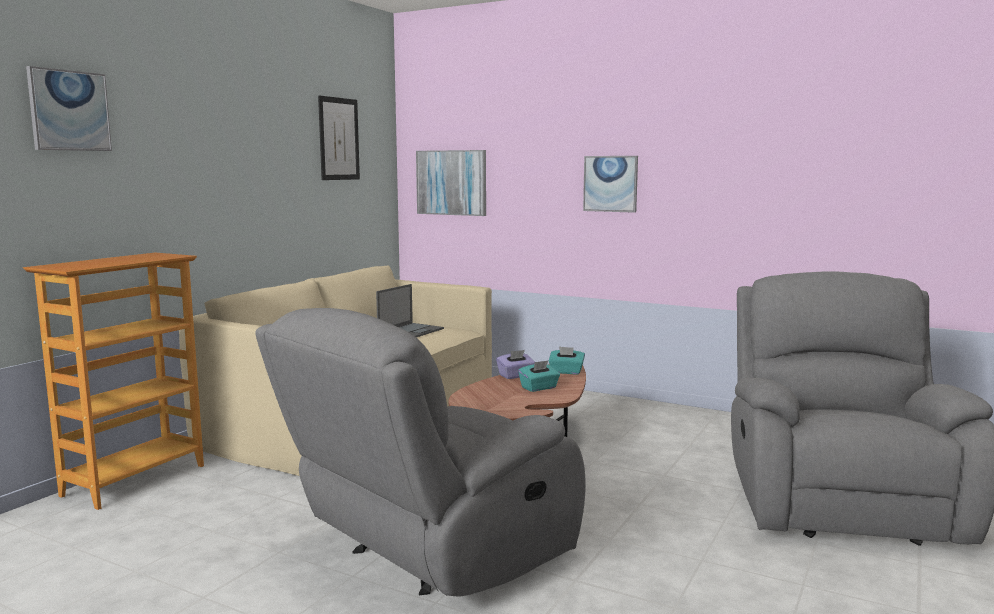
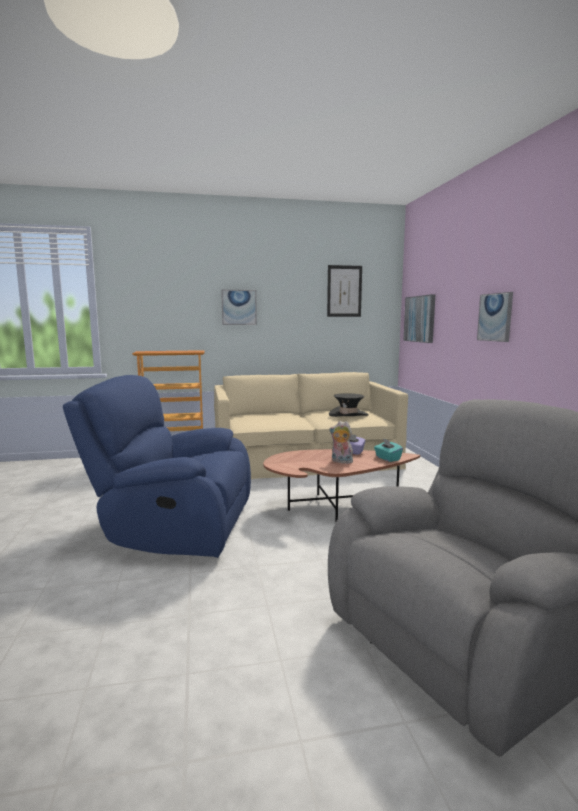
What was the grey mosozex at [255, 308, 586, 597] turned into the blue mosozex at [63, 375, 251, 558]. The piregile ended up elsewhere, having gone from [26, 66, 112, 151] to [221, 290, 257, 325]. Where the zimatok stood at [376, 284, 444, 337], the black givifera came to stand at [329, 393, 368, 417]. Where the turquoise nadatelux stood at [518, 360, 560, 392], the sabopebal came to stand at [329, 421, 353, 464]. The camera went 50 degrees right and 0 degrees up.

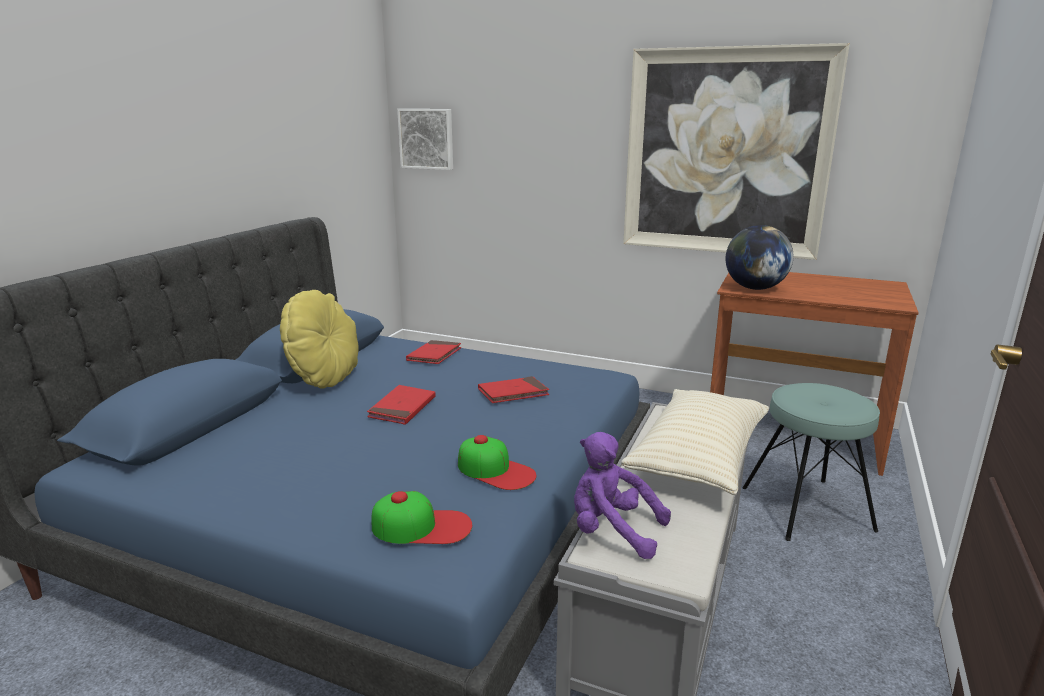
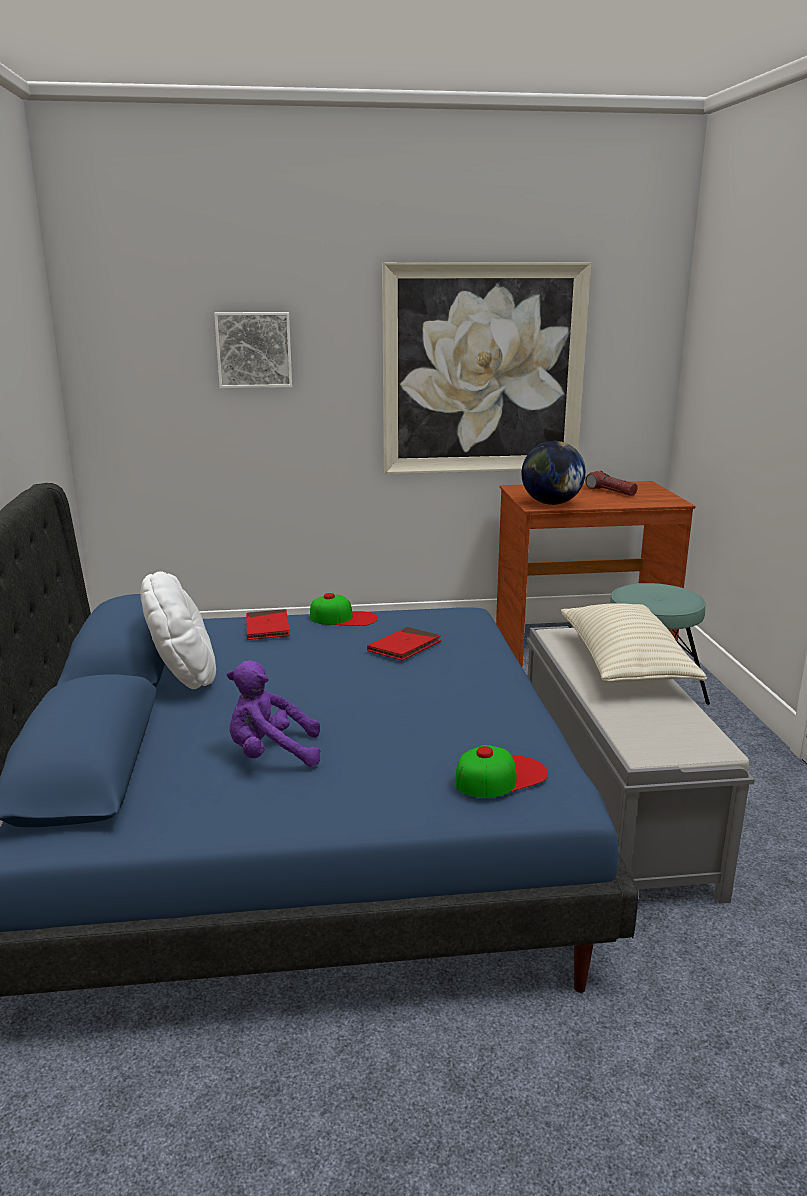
What was the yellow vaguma at [280, 290, 359, 389] turned into the white vaguma at [140, 571, 216, 689]. The piregile ended up elsewhere, having gone from [397, 109, 453, 170] to [214, 312, 292, 388]. The purple sabopebal ended up elsewhere, having gone from [574, 432, 671, 559] to [227, 661, 320, 767]. The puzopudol ended up elsewhere, having gone from [458, 435, 536, 490] to [310, 593, 378, 626]. The second view gained the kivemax at [585, 471, 638, 496]. The second view lost the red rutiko at [367, 385, 436, 424]. The camera went 30 degrees left and 0 degrees up.

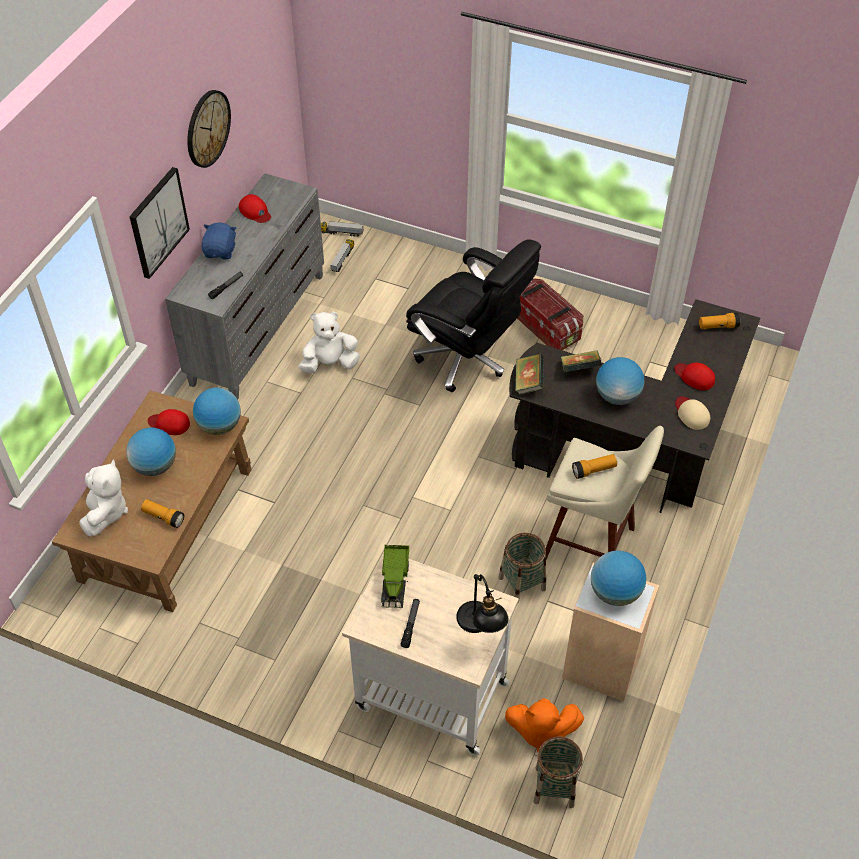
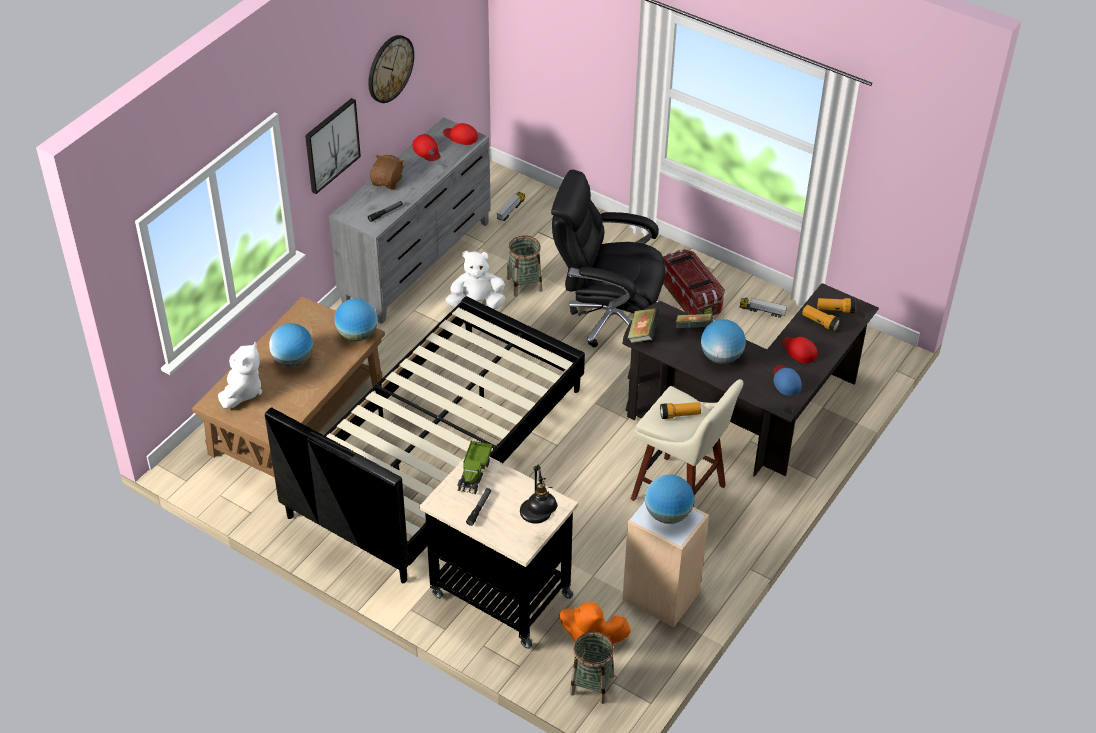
The second view gained the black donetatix at [265, 296, 585, 583]. What was the blue sabopebal at [201, 223, 236, 260] turned into the brown sabopebal at [370, 155, 404, 189]. What was the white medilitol at [342, 556, 519, 756] turned into the black medilitol at [419, 457, 578, 649]. The red puzopudol ended up elsewhere, having gone from [148, 409, 190, 435] to [443, 123, 478, 145]. The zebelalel ended up elsewhere, having gone from [499, 533, 546, 603] to [507, 235, 542, 297]. The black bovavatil at [406, 239, 541, 392] ended up facing another way, 150 degrees clockwise from before. The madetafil ended up elsewhere, having gone from [321, 221, 363, 237] to [739, 298, 787, 318]. What was the beige puzopudol at [675, 396, 710, 430] turned into the blue puzopudol at [773, 365, 802, 396]. The kivemax ended up elsewhere, having gone from [141, 499, 184, 528] to [802, 305, 841, 332]. The camera went 10 degrees right and 5 degrees down.

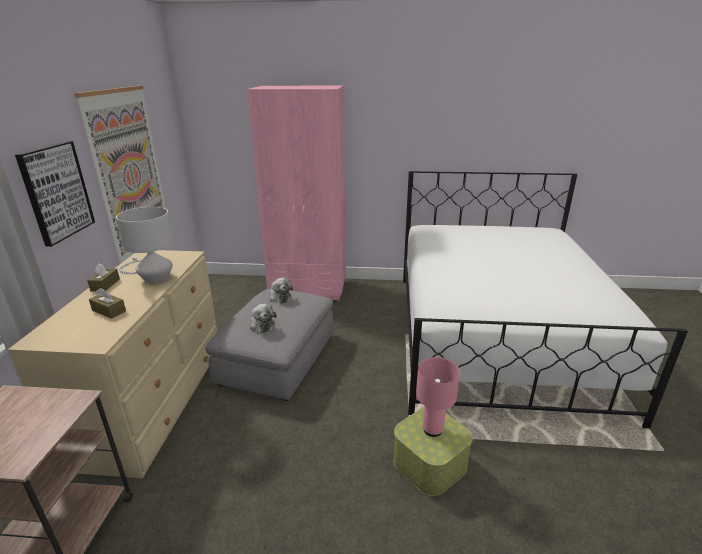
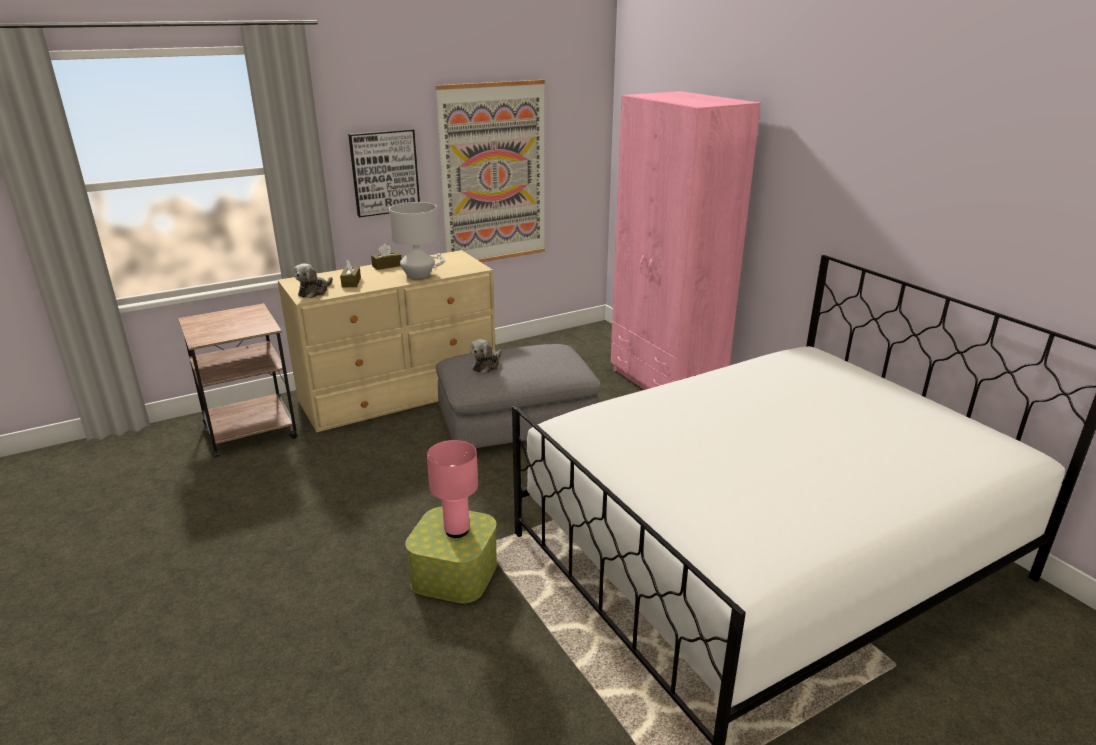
The sabopebal ended up elsewhere, having gone from [270, 278, 293, 303] to [294, 263, 333, 298]. The camera went 55 degrees right and 0 degrees up.

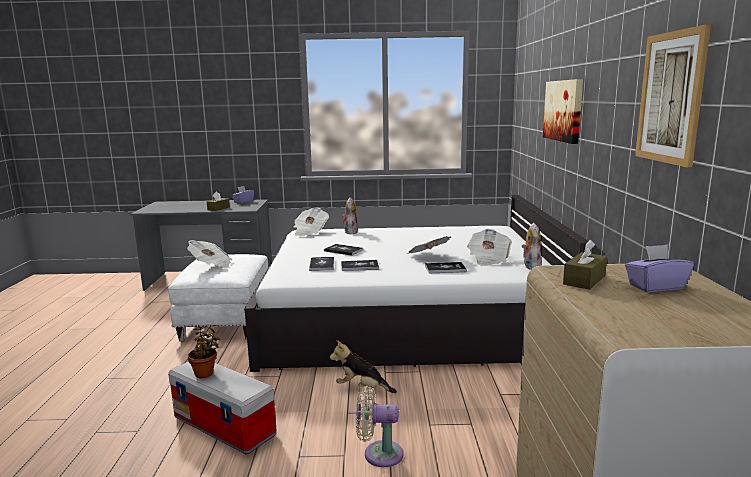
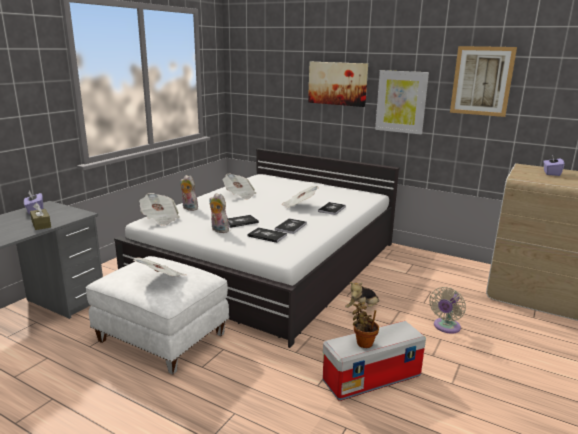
The sabopebal ended up elsewhere, having gone from [522, 223, 542, 269] to [209, 193, 229, 233]. The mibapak ended up elsewhere, having gone from [467, 229, 512, 266] to [223, 174, 256, 200]. The second view gained the piregile at [375, 70, 429, 134]. The second view lost the brown nadatelux at [563, 240, 607, 290]. The camera went 60 degrees left and 5 degrees up.

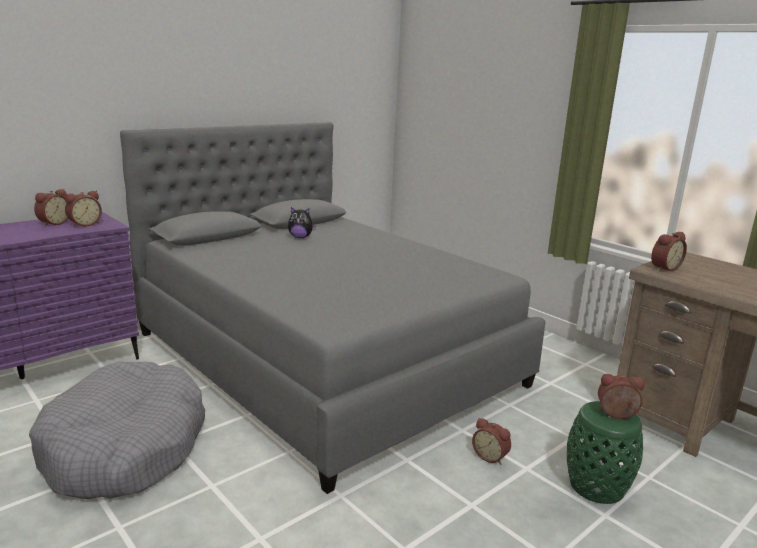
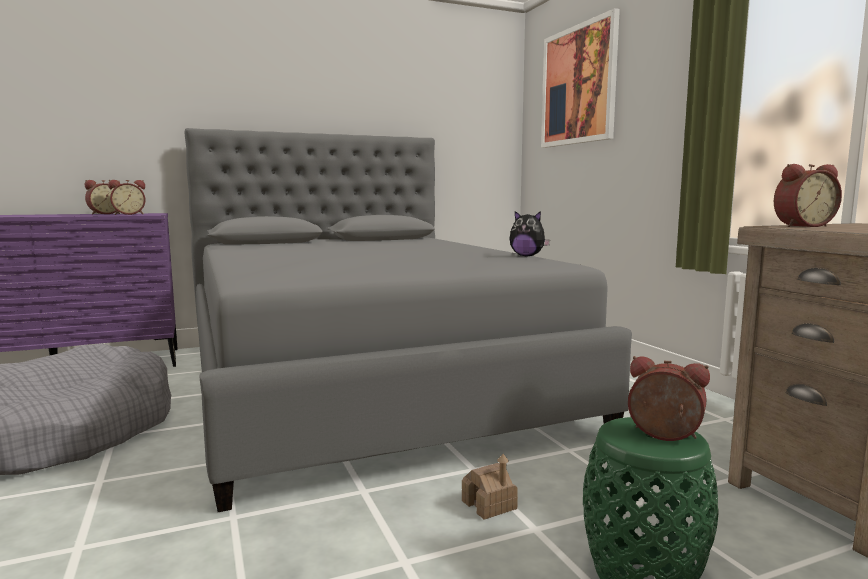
Where the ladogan stood at [472, 418, 511, 465], the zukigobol came to stand at [462, 454, 518, 520]. The sabopebal ended up elsewhere, having gone from [288, 207, 316, 238] to [509, 211, 550, 257]. The second view gained the piregile at [541, 8, 620, 148]. The camera went 20 degrees right and 10 degrees down.

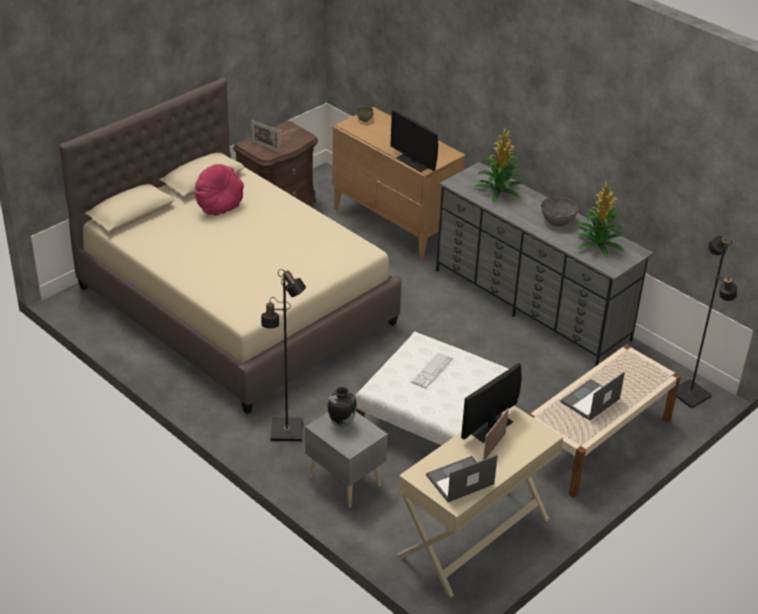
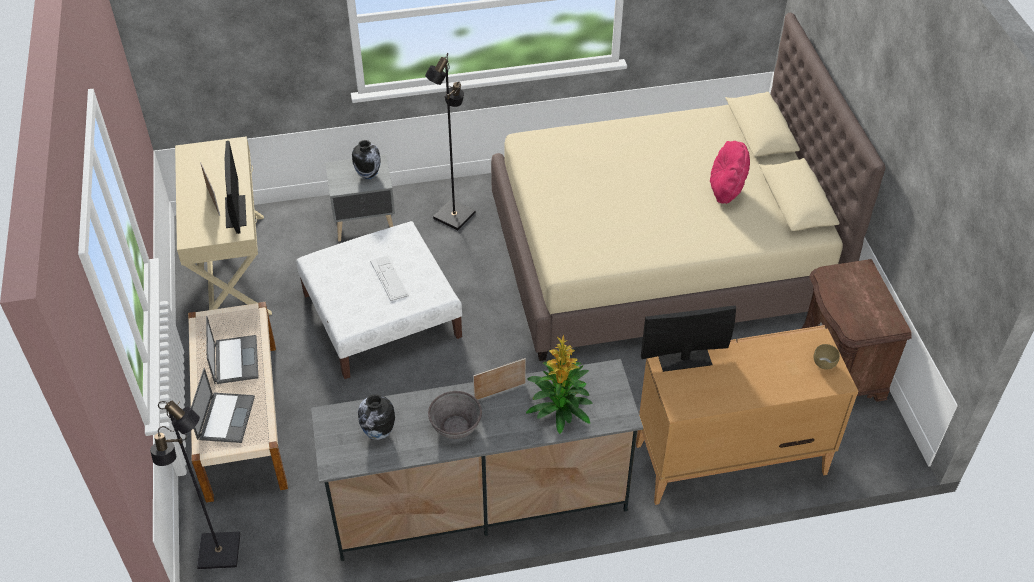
The zimatok ended up elsewhere, having gone from [426, 455, 498, 502] to [191, 368, 255, 443]. Where the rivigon stood at [575, 180, 624, 258], the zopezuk came to stand at [358, 394, 395, 440]. The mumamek ended up elsewhere, having gone from [251, 120, 281, 153] to [473, 358, 526, 400]. The camera went 125 degrees right and 10 degrees up.

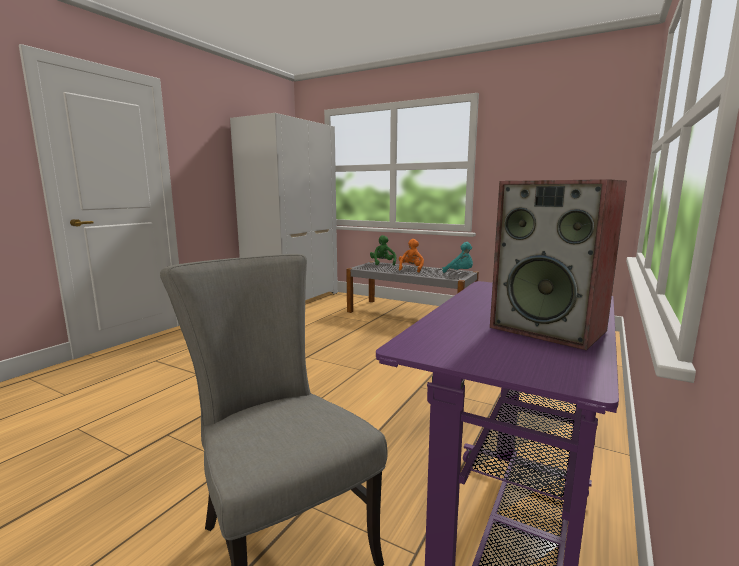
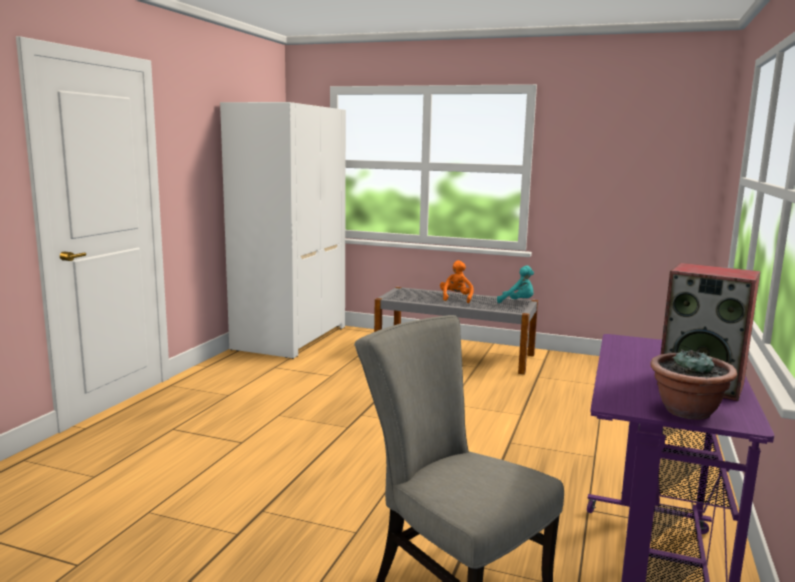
The second view gained the rivigon at [650, 349, 737, 420]. The second view lost the green sabopebal at [370, 235, 396, 266]. The camera went 10 degrees left and 0 degrees up.

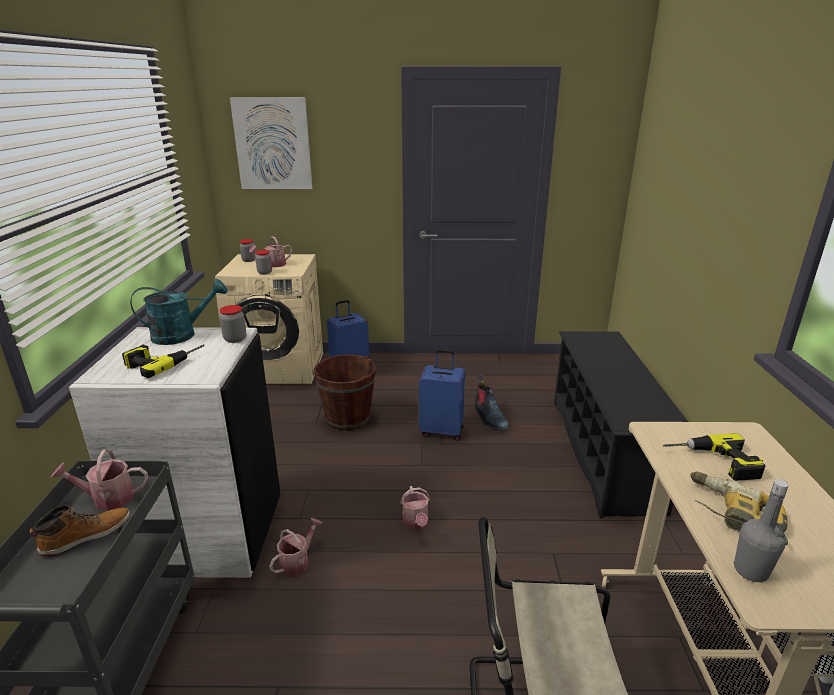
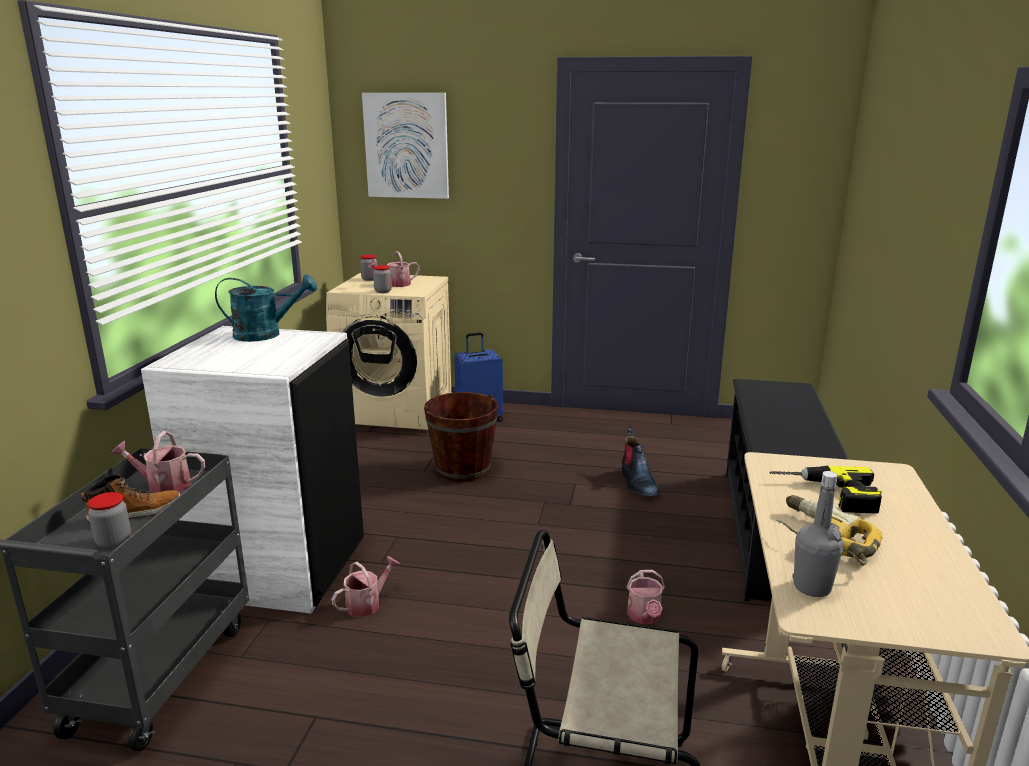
The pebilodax ended up elsewhere, having gone from [219, 305, 246, 343] to [88, 492, 131, 549]. The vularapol ended up elsewhere, having gone from [401, 486, 430, 529] to [627, 570, 665, 624]. The second view lost the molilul at [122, 344, 205, 378]. The second view lost the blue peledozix at [419, 349, 465, 441]. The camera went 10 degrees right and 5 degrees down.

